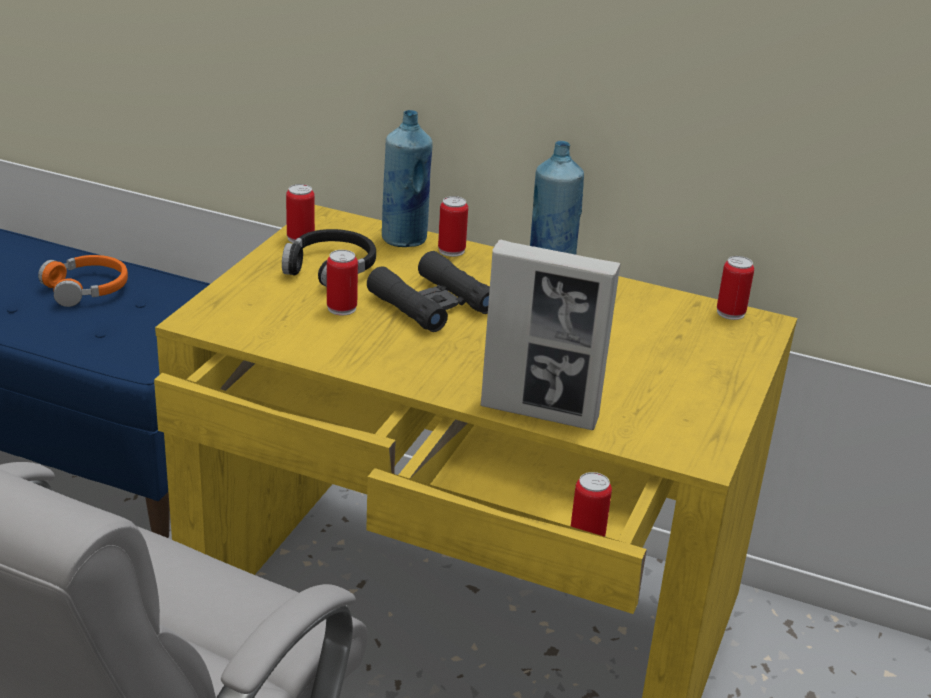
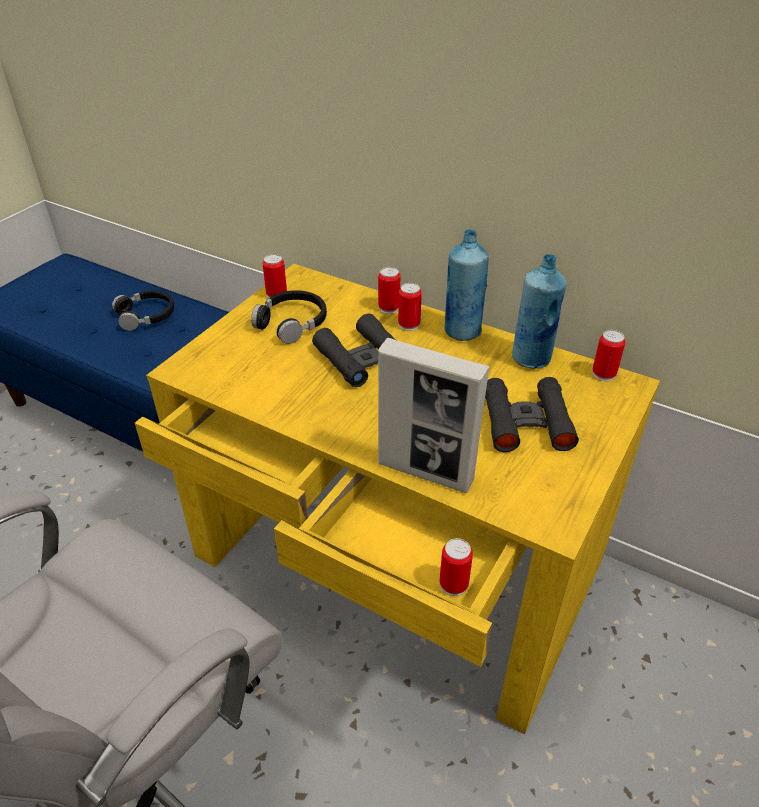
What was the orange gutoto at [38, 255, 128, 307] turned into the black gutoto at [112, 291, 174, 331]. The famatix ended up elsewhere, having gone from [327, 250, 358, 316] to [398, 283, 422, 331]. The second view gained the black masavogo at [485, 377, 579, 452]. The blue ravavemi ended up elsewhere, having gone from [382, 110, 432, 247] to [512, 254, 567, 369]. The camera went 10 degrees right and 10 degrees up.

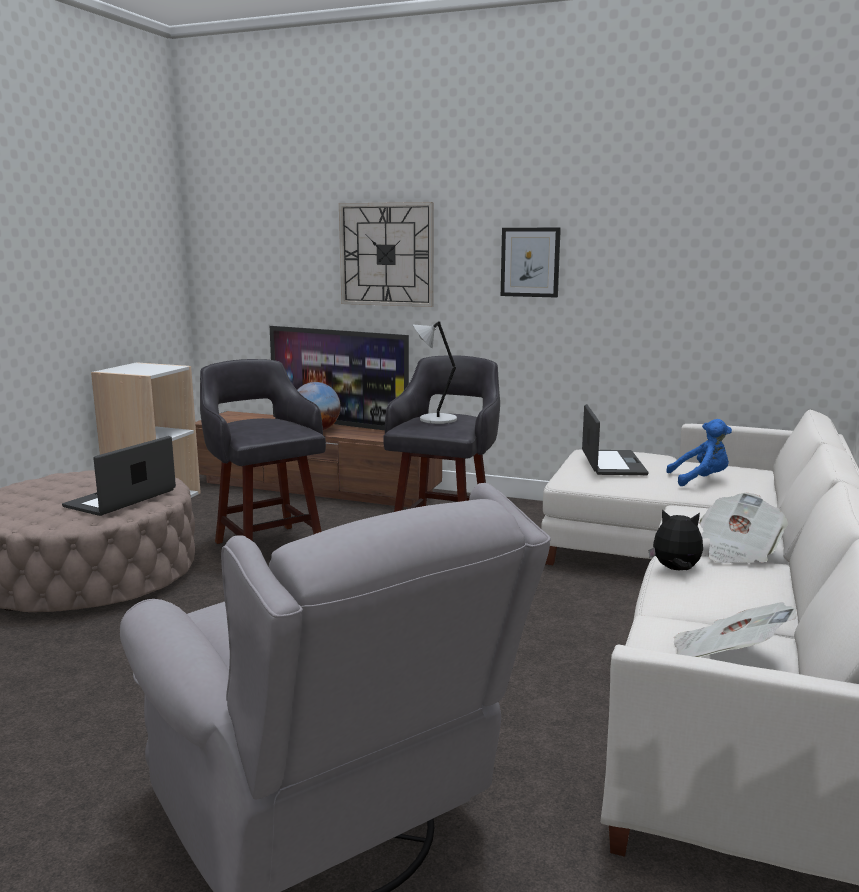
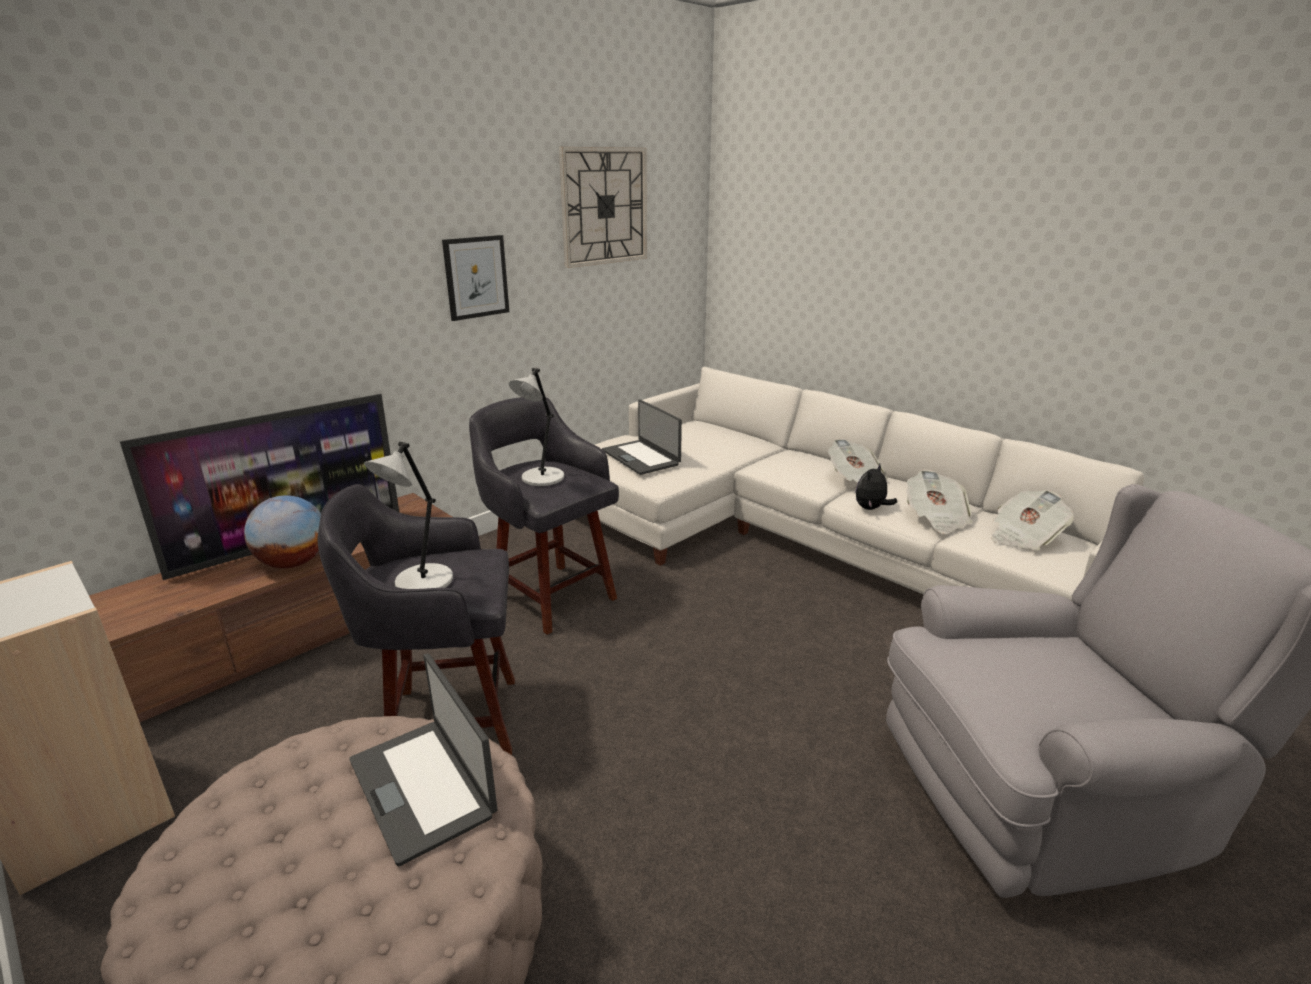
The second view gained the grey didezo at [364, 442, 453, 589]. The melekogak ended up elsewhere, having gone from [339, 202, 434, 307] to [559, 147, 647, 268]. The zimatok at [582, 404, 649, 475] ended up facing another way, 150 degrees counterclockwise from before. The second view gained the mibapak at [907, 469, 972, 534]. The second view lost the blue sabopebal at [666, 419, 732, 486]. The camera went 65 degrees left and 10 degrees up.

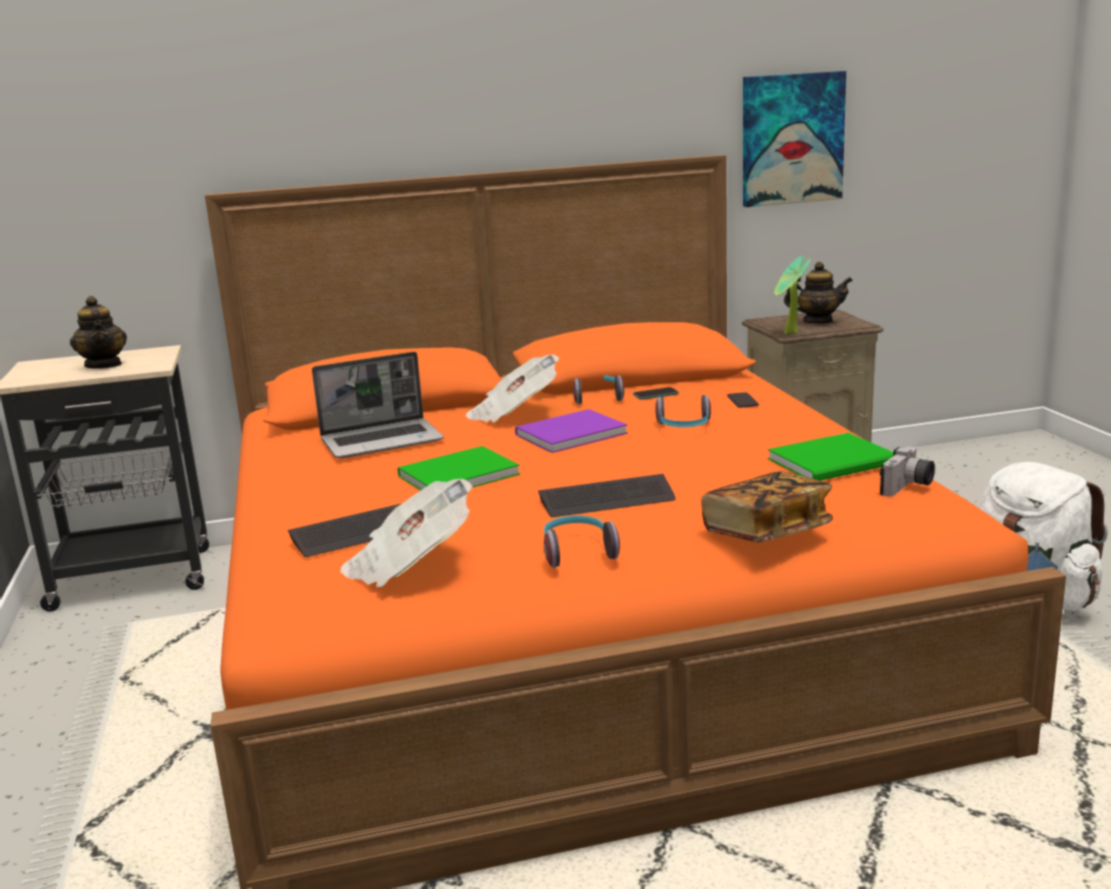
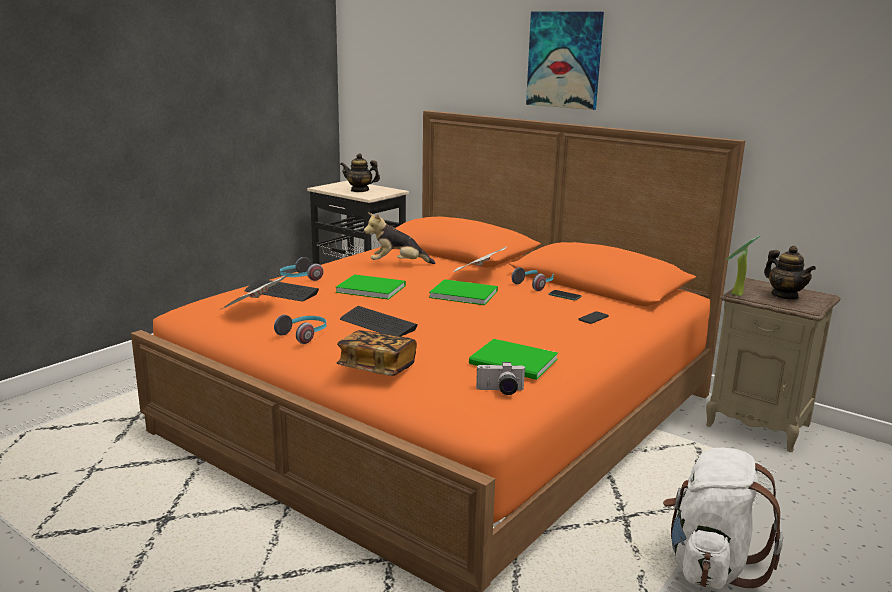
The gutoto ended up elsewhere, having gone from [655, 395, 711, 427] to [280, 257, 324, 281]. The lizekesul at [70, 296, 127, 369] ended up facing another way, 75 degrees clockwise from before. Where the zimatok stood at [312, 352, 444, 458], the sabopebal came to stand at [364, 212, 436, 264]. What was the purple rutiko at [515, 409, 628, 453] turned into the green rutiko at [429, 279, 498, 305]. The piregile ended up elsewhere, having gone from [743, 71, 846, 207] to [526, 12, 604, 110]. The camera went 50 degrees right and 0 degrees up.

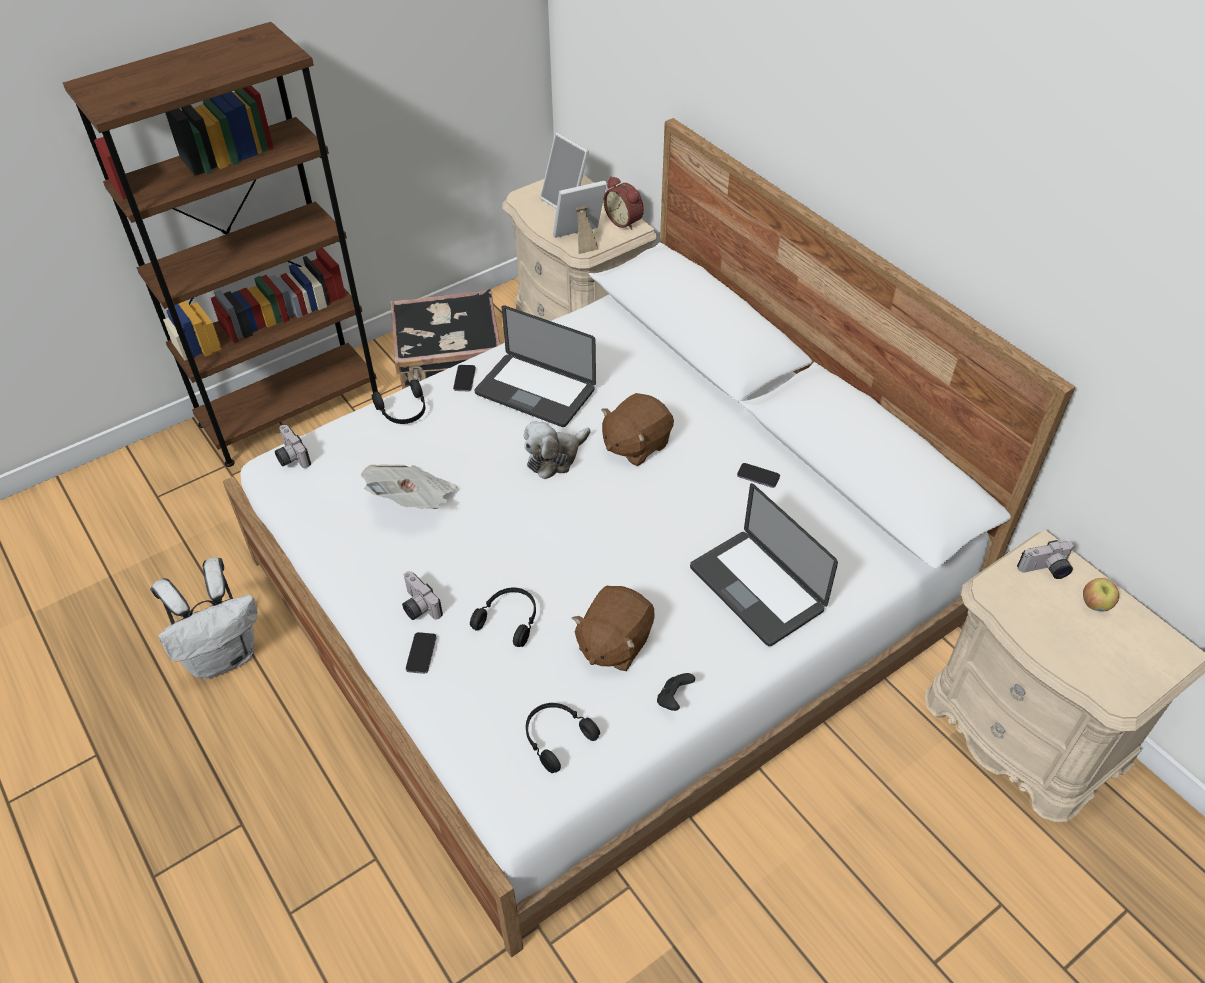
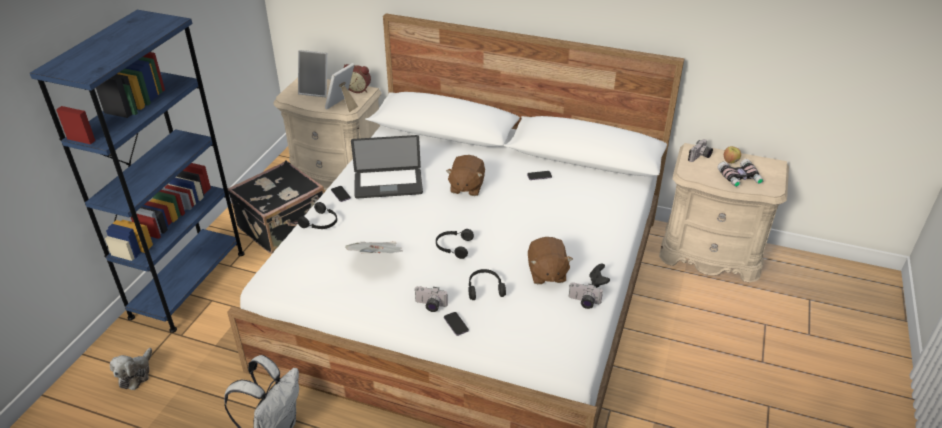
What was the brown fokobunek at [63, 22, 378, 467] turned into the blue fokobunek at [30, 10, 245, 333]. The sabopebal ended up elsewhere, having gone from [524, 421, 591, 479] to [110, 348, 152, 390]. The black gutoto ended up elsewhere, having gone from [526, 703, 600, 773] to [436, 229, 474, 259]. The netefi ended up elsewhere, having gone from [275, 425, 311, 468] to [569, 282, 603, 309]. The second view gained the masavogo at [717, 159, 763, 187]. The second view lost the zimatok at [690, 483, 838, 646]. The camera went 35 degrees left and 10 degrees down.

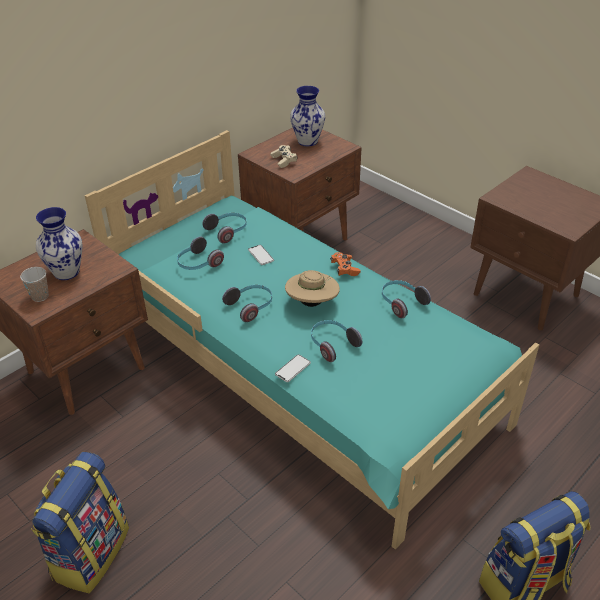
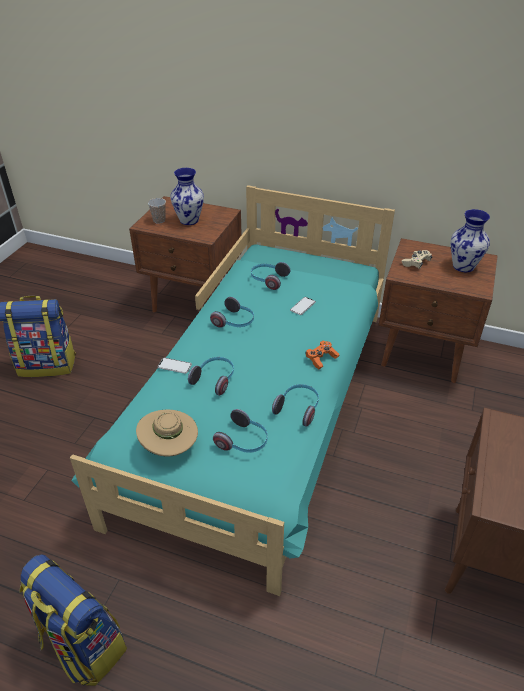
The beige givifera ended up elsewhere, having gone from [285, 270, 340, 307] to [136, 410, 198, 457]. The gutoto ended up elsewhere, having gone from [202, 213, 247, 243] to [213, 409, 268, 453]. The camera went 65 degrees right and 0 degrees up.

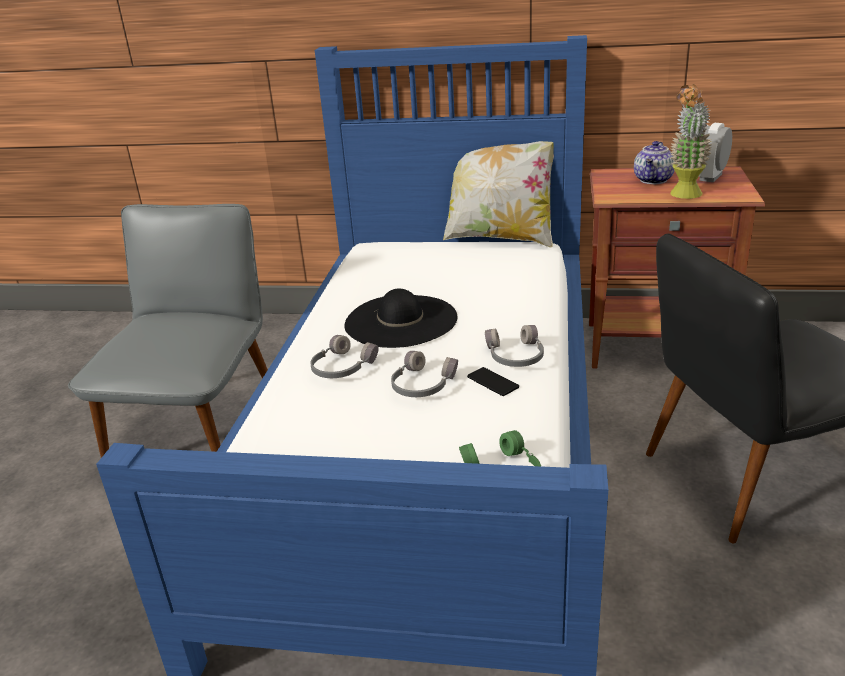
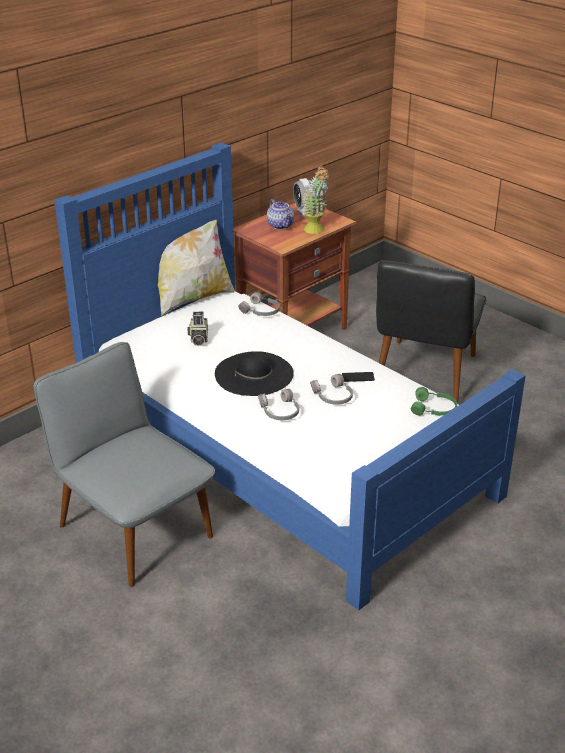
The second view gained the netefi at [188, 312, 208, 346]. The grey gutoto ended up elsewhere, having gone from [485, 325, 544, 367] to [238, 292, 280, 316]. The camera went 55 degrees left and 5 degrees up.

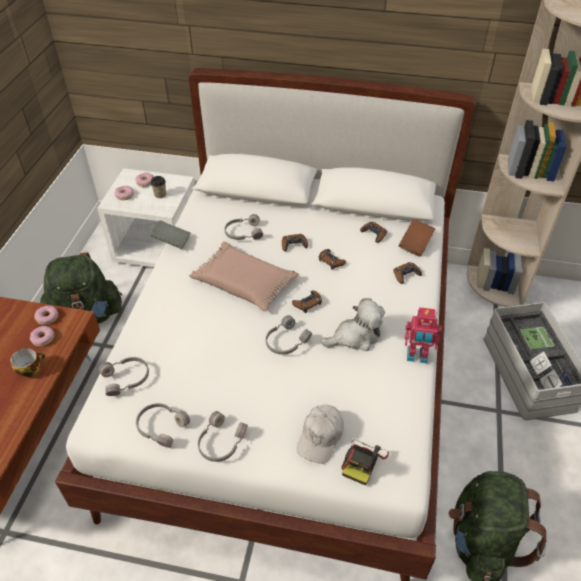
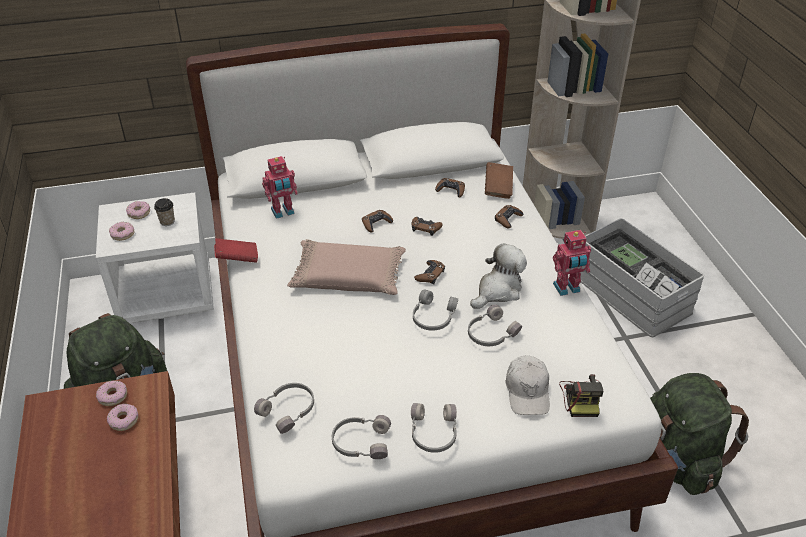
What was the grey rutiko at [150, 220, 190, 249] turned into the red rutiko at [214, 238, 258, 263]. The second view gained the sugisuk at [262, 156, 298, 219]. The grey gutoto ended up elsewhere, having gone from [224, 214, 263, 240] to [468, 304, 522, 346]. The second view lost the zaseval at [10, 348, 45, 378]. The camera went 25 degrees left and 5 degrees down.

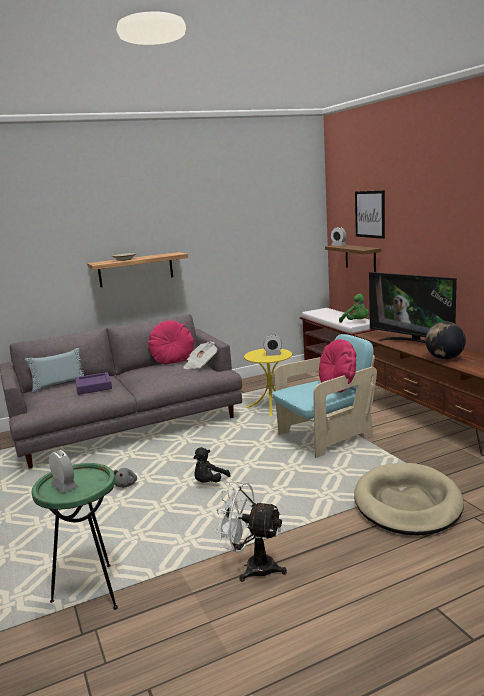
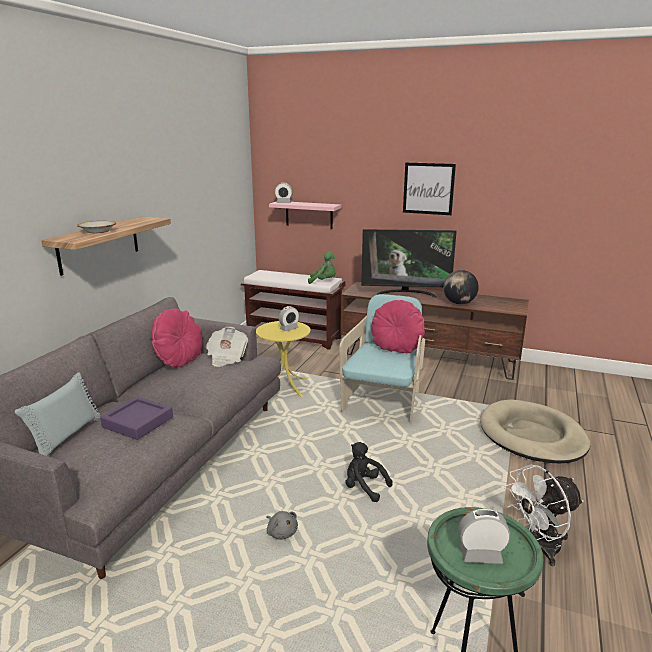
What was the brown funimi at [325, 245, 381, 272] turned into the pink funimi at [269, 201, 341, 229]. The black sabopebal at [194, 447, 230, 483] ended up facing another way, 135 degrees clockwise from before. The piregile ended up elsewhere, having gone from [355, 190, 385, 239] to [403, 162, 456, 215]. The camera went 45 degrees left and 5 degrees up.

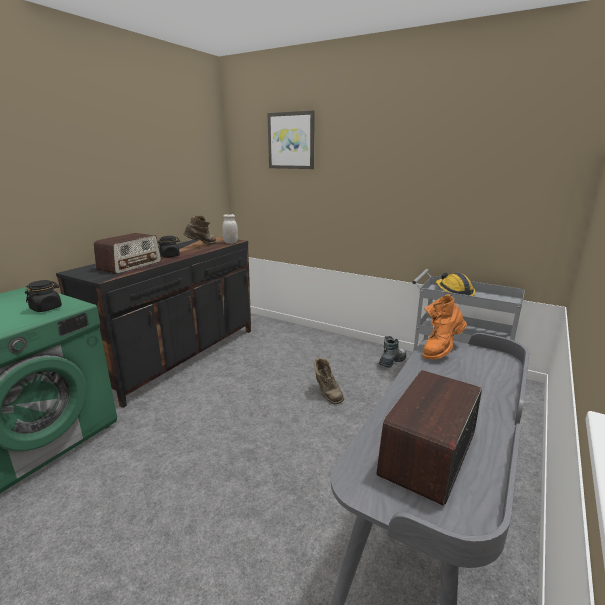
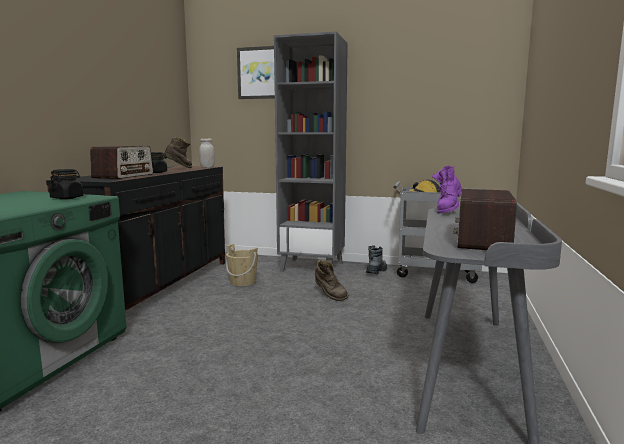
The second view gained the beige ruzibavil at [226, 244, 258, 286]. The second view gained the grey fokobunek at [274, 31, 348, 272]. What was the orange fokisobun at [423, 294, 467, 359] turned into the purple fokisobun at [432, 165, 463, 214]. The camera went 15 degrees left and 10 degrees down.

